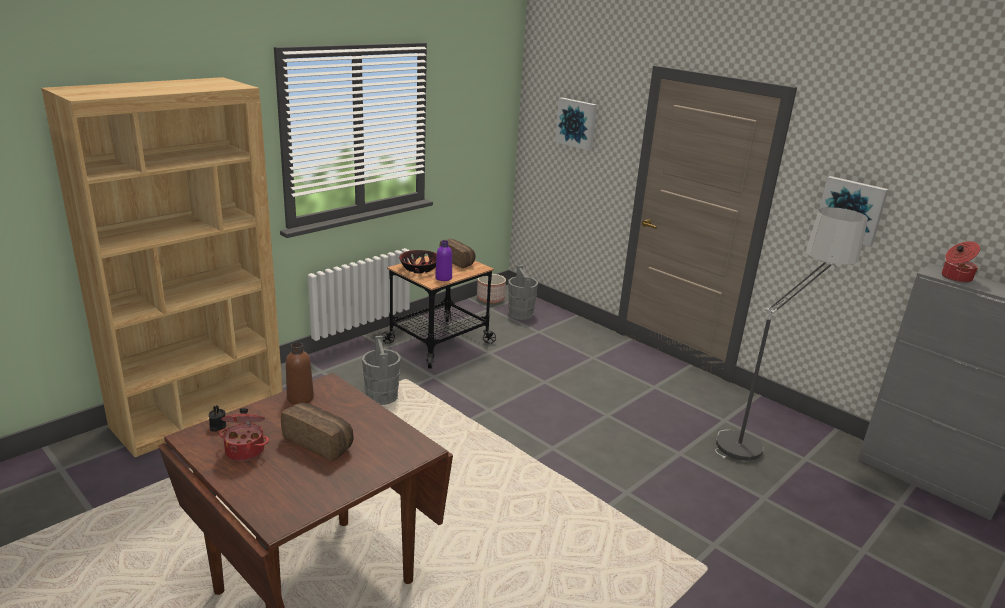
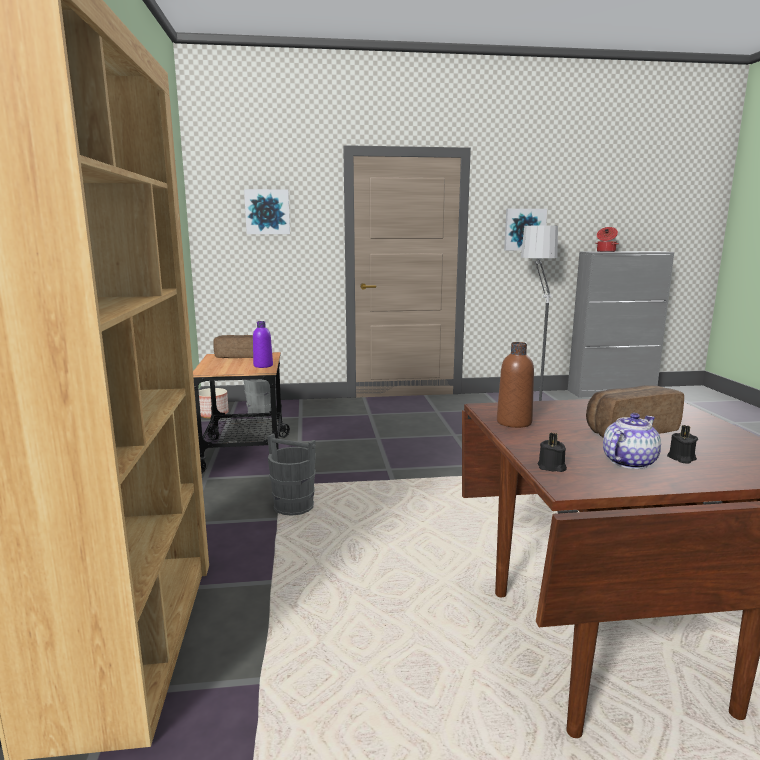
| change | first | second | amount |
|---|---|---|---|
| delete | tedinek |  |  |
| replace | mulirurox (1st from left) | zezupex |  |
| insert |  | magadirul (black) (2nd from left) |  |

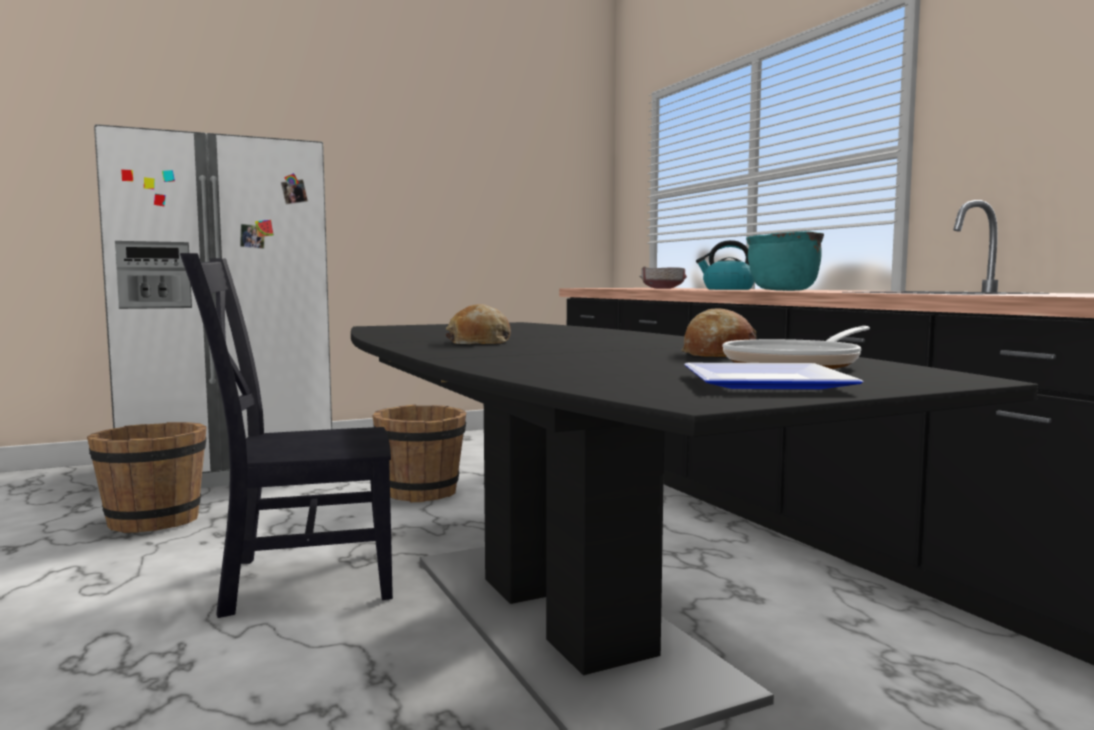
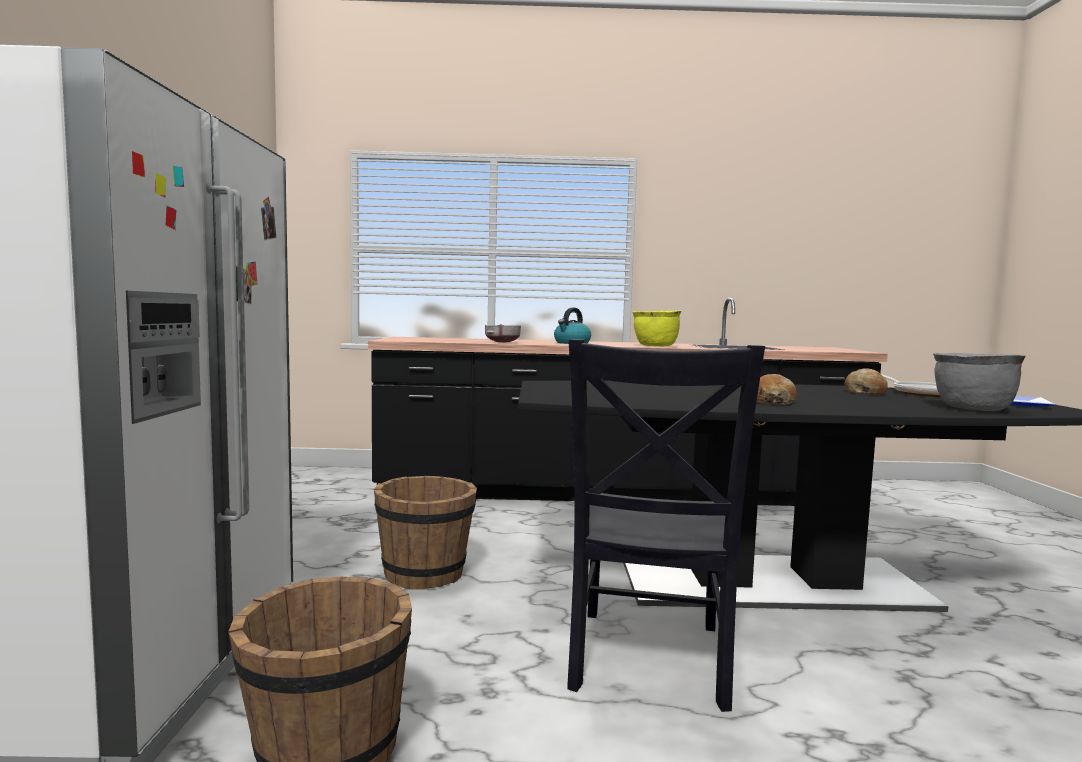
| change | first | second | amount |
|---|---|---|---|
| recolor | mulirurox (turquoise) | mulirurox (yellow) |  |
| insert |  | mulirurox (grey) |  |

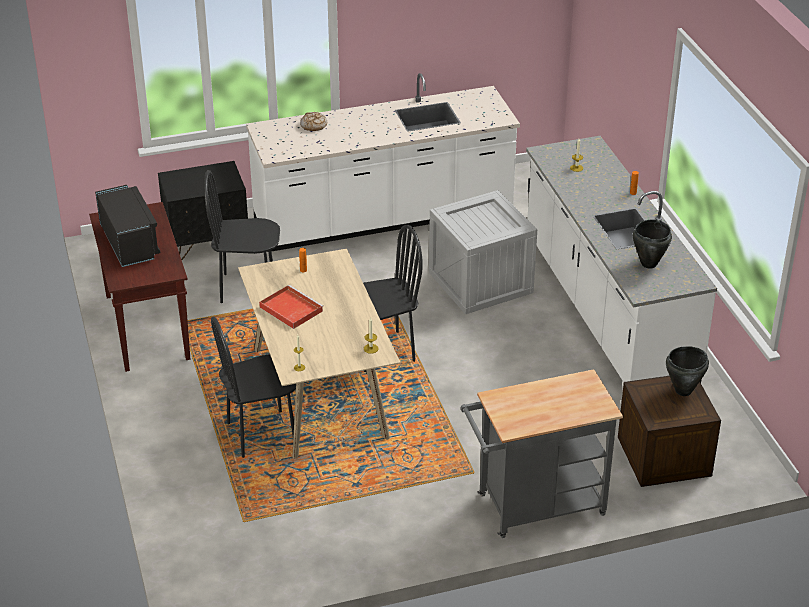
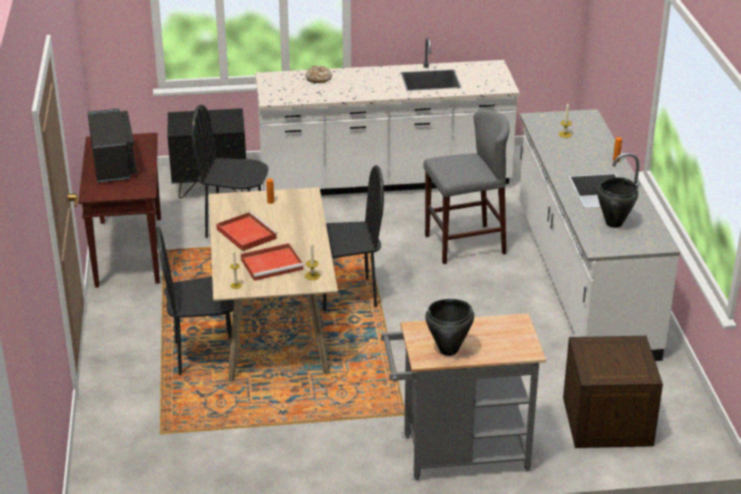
| change | first | second | amount |
|---|---|---|---|
| replace | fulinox (1st from left) | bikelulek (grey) |  |
| move | mulirurox (black) (2nd from left in the first image) | mulirurox (black) (1st from left) |  |
| insert |  | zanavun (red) (2nd from left) |  |

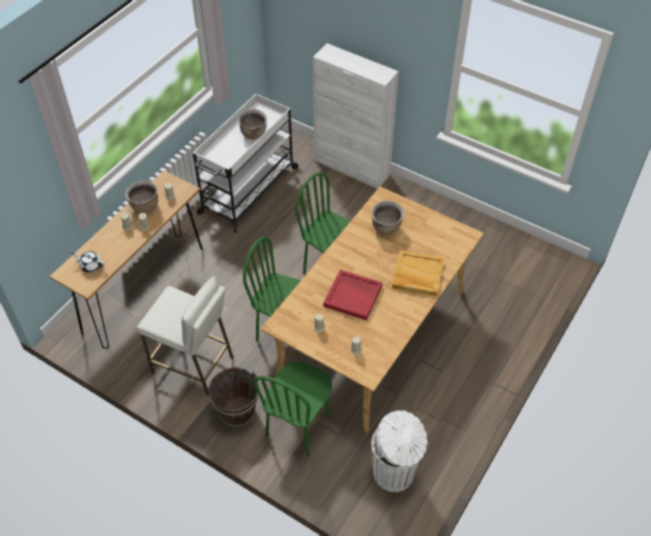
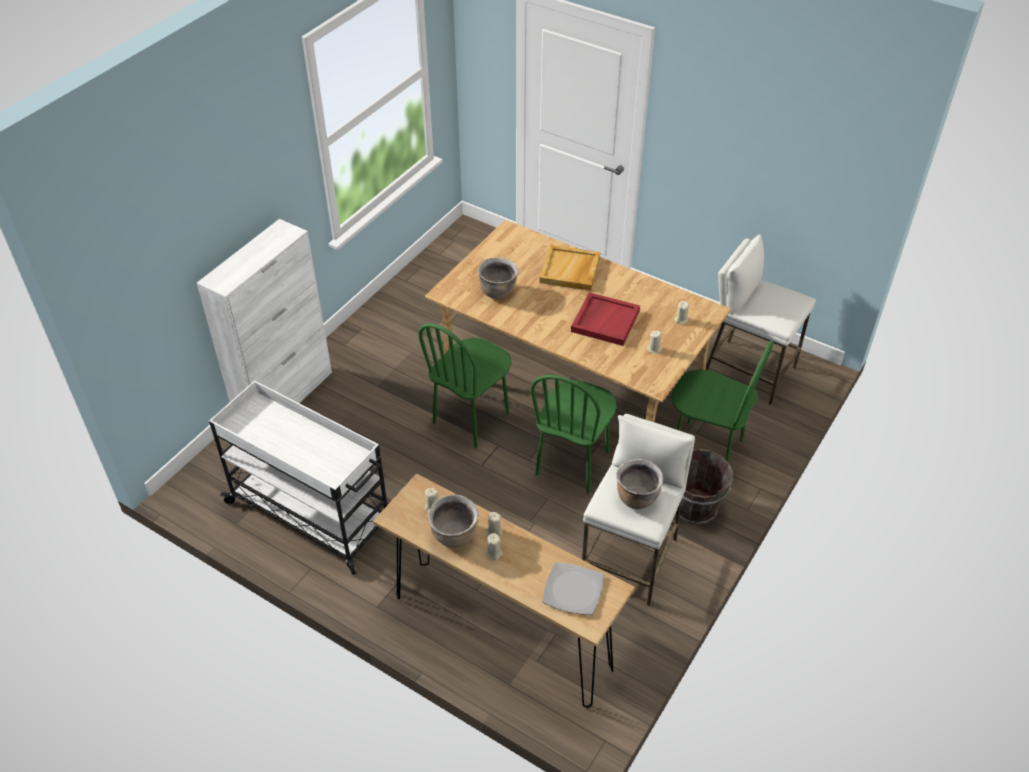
| change | first | second | amount |
|---|---|---|---|
| move | mulirurox (brown) (2nd from left in the first image) | mulirurox (brown) (3rd from left) |  |
| replace | zezupex (white) | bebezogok |  |
| replace | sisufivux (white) | bikelulek (white) (2nd from left) |  |

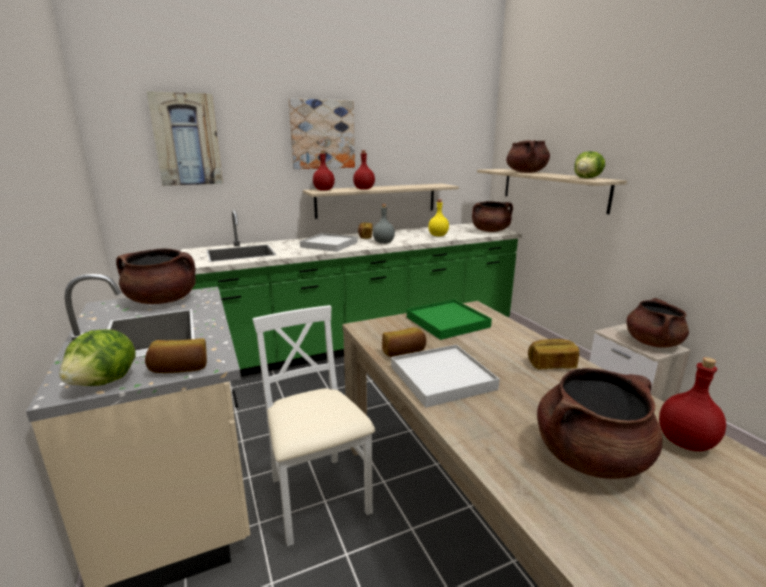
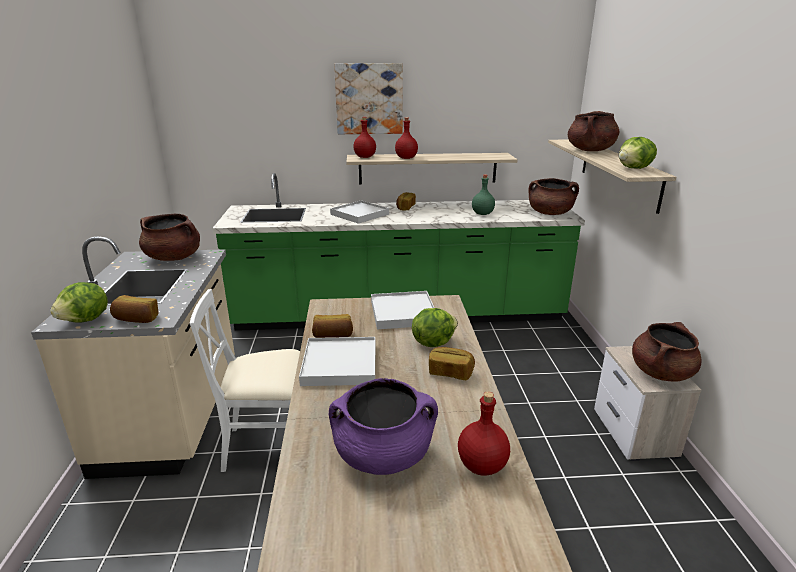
| change | first | second | amount |
|---|---|---|---|
| delete | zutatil (1st from left) |  |  |
| recolor | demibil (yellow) | demibil (green) |  |
| delete | demibil (grey) |  |  |
| recolor | zanavun (green) | zanavun (white) (3rd from left) |  |
| rotate | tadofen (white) |  | 90 degrees counterclockwise |
| recolor | mulirurox (brown) (4th from left) | mulirurox (purple) |  |
| insert |  | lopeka (2nd from left) |  |

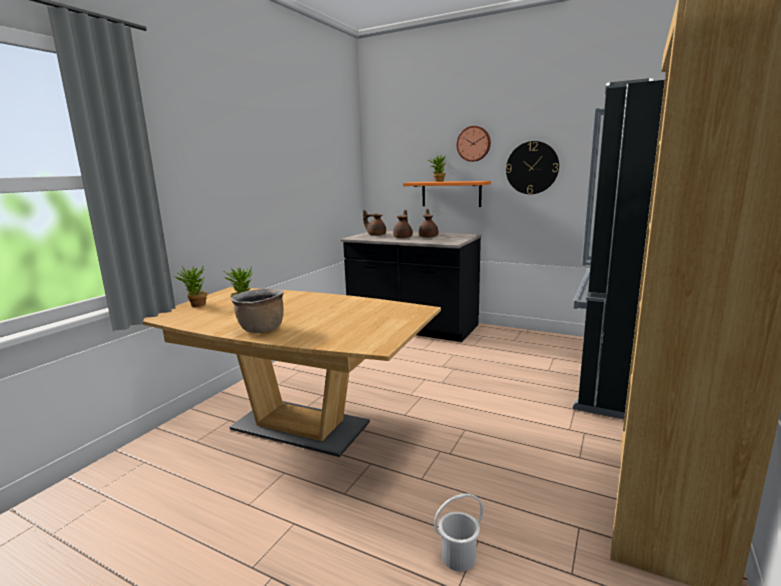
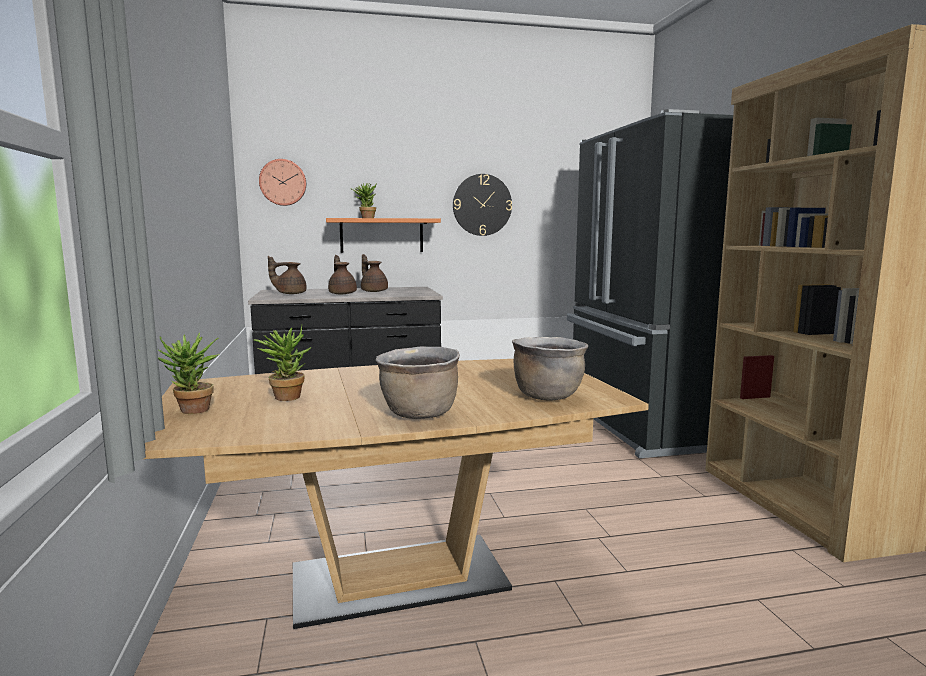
| change | first | second | amount |
|---|---|---|---|
| move | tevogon (1st from left) |  |  |
| delete | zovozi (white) |  |  |
| insert |  | mulirurox (brown) (2nd from left) |  |

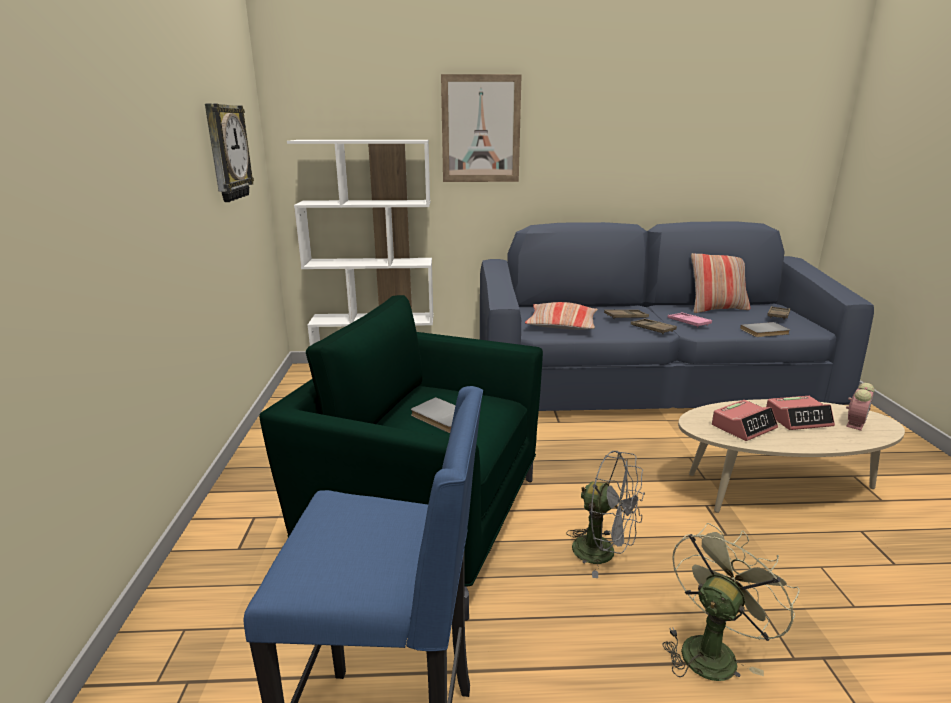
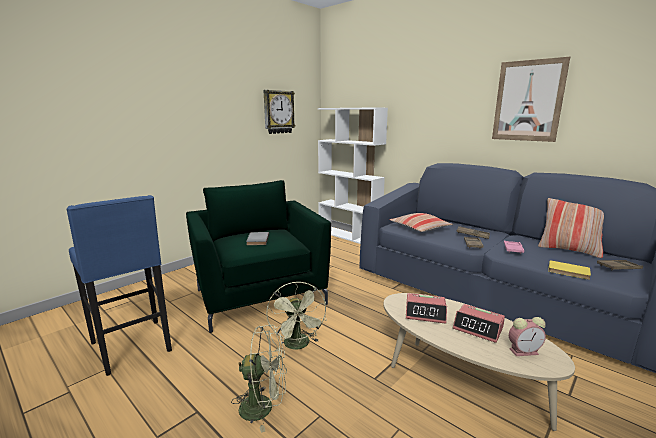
| change | first | second | amount |
|---|---|---|---|
| move | zutatil |  |  |
| recolor | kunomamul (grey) (2nd from left) | kunomamul (yellow) |  |
| recolor | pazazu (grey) | pazazu (green) (2nd from left) |  |

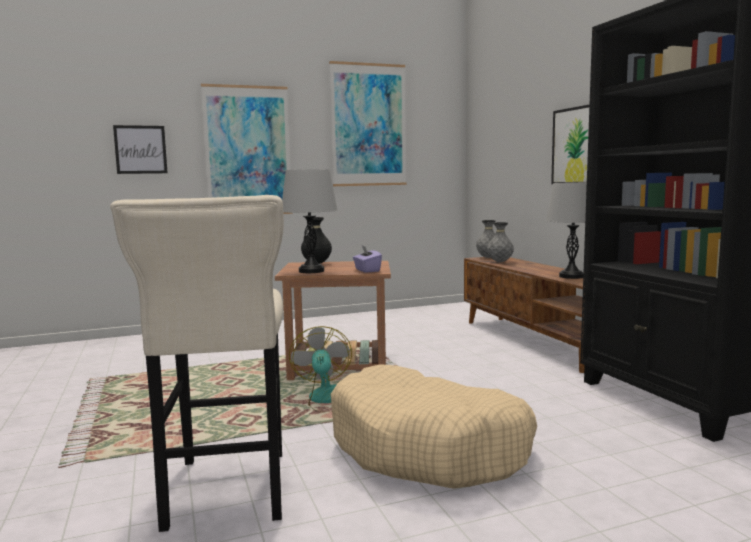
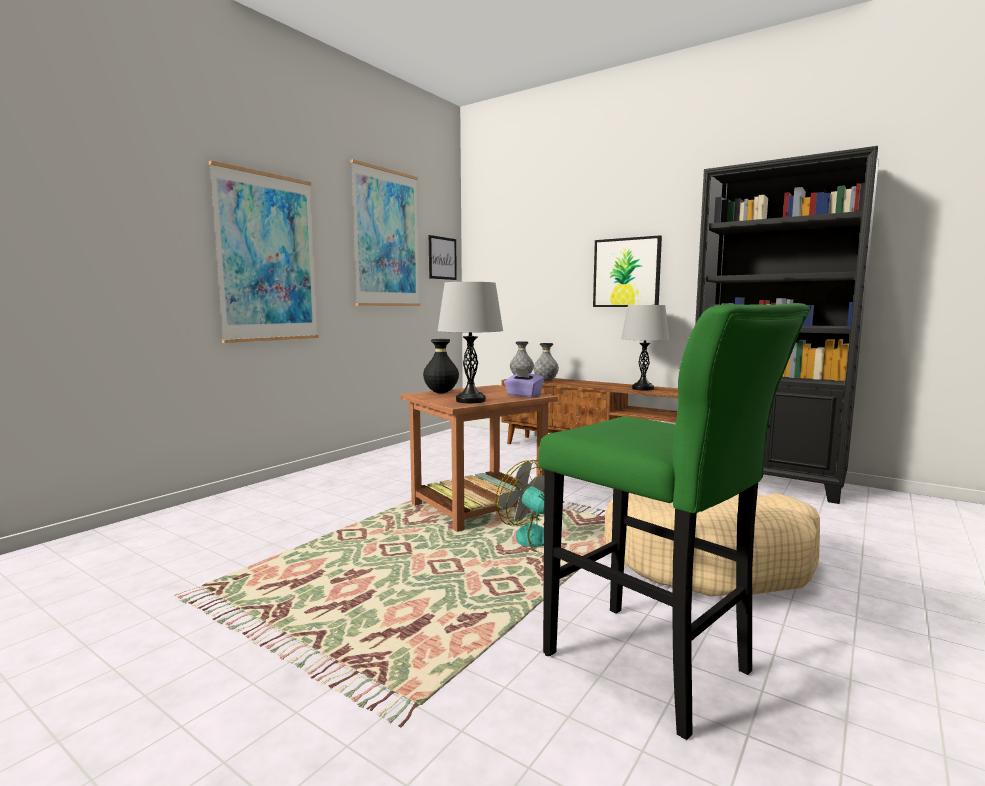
| change | first | second | amount |
|---|---|---|---|
| move | zutatil (1st from left in the first image) | zutatil (3rd from left) |  |
| recolor | bikelulek (beige) | bikelulek (green) |  |

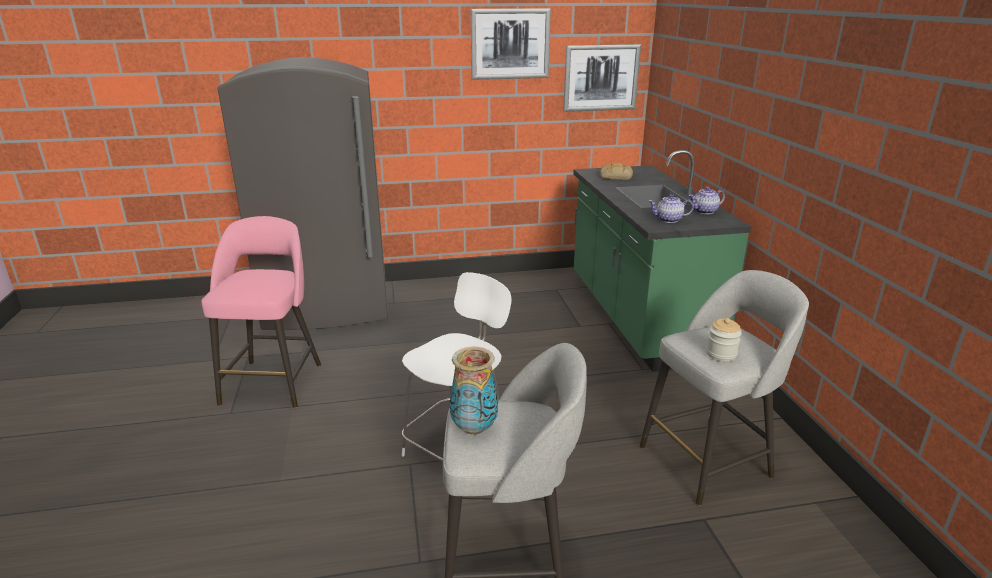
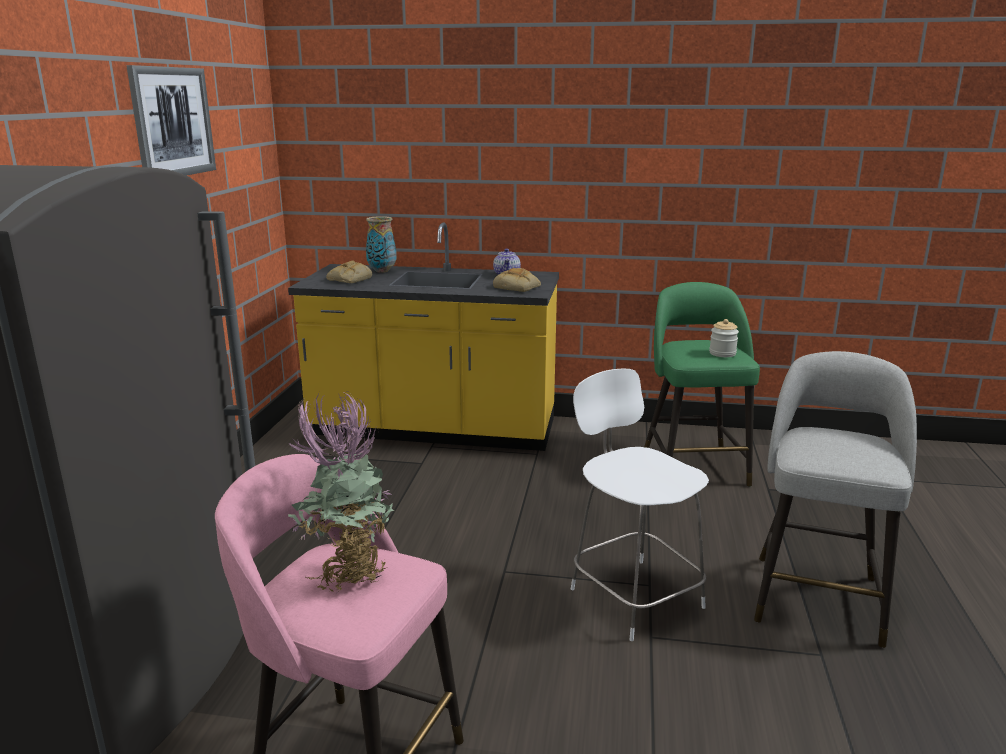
| change | first | second | amount |
|---|---|---|---|
| delete | zutatil (2nd from left) |  |  |
| recolor | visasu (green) | visasu (yellow) |  |
| replace | zezupex (1st from left) | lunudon (2nd from left) |  |
| recolor | bikelulek (grey) (2nd from left) | bikelulek (green) |  |
| move | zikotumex |  |  |
| insert |  | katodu |  |

